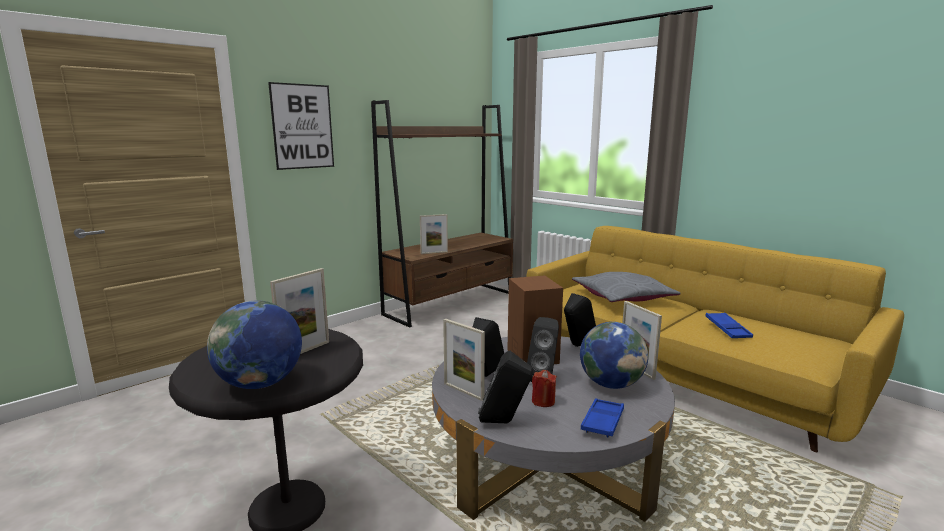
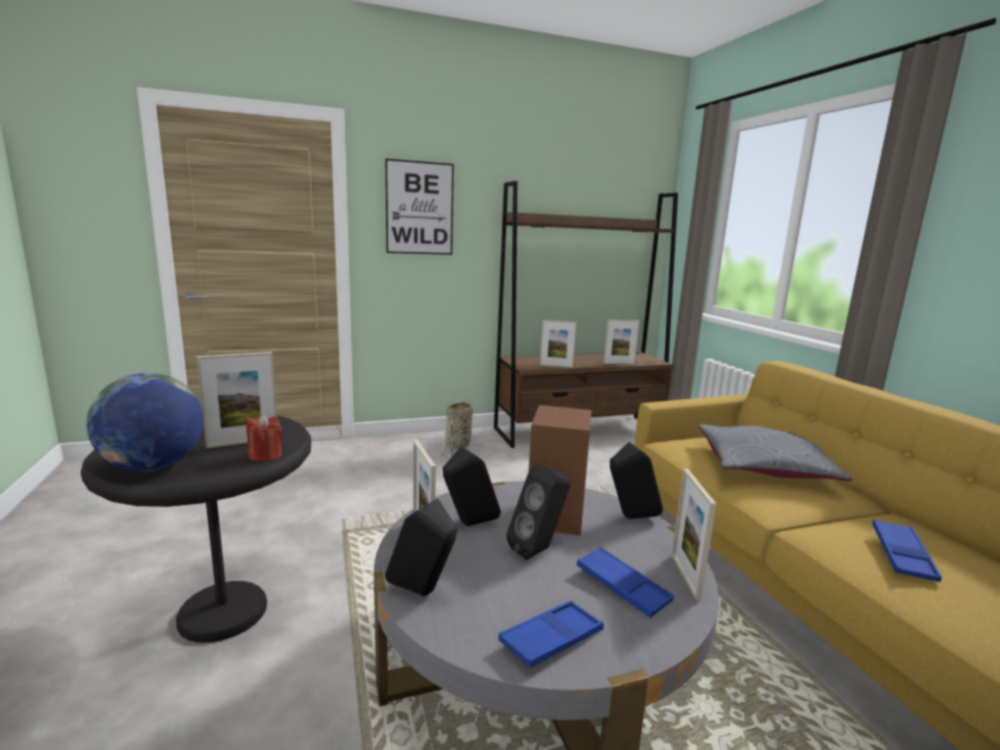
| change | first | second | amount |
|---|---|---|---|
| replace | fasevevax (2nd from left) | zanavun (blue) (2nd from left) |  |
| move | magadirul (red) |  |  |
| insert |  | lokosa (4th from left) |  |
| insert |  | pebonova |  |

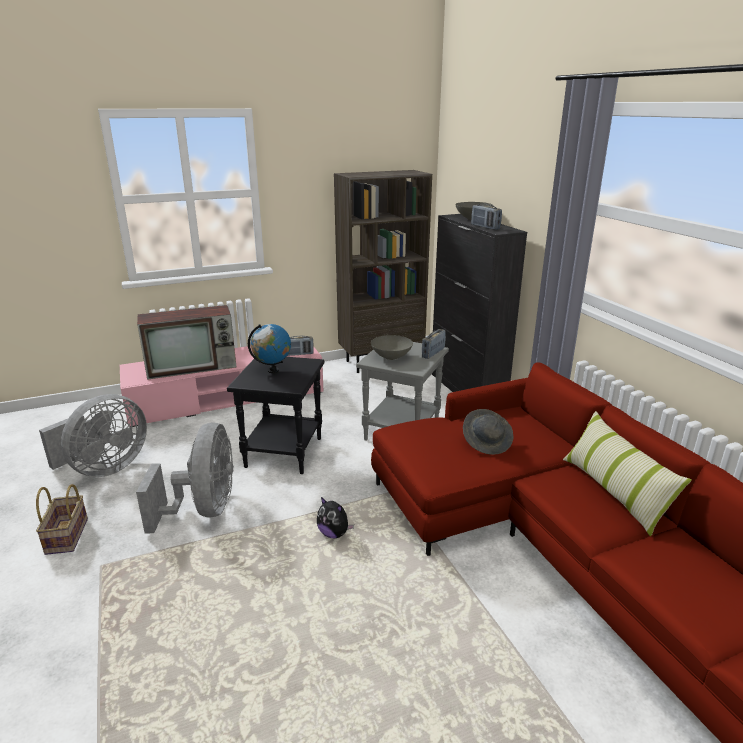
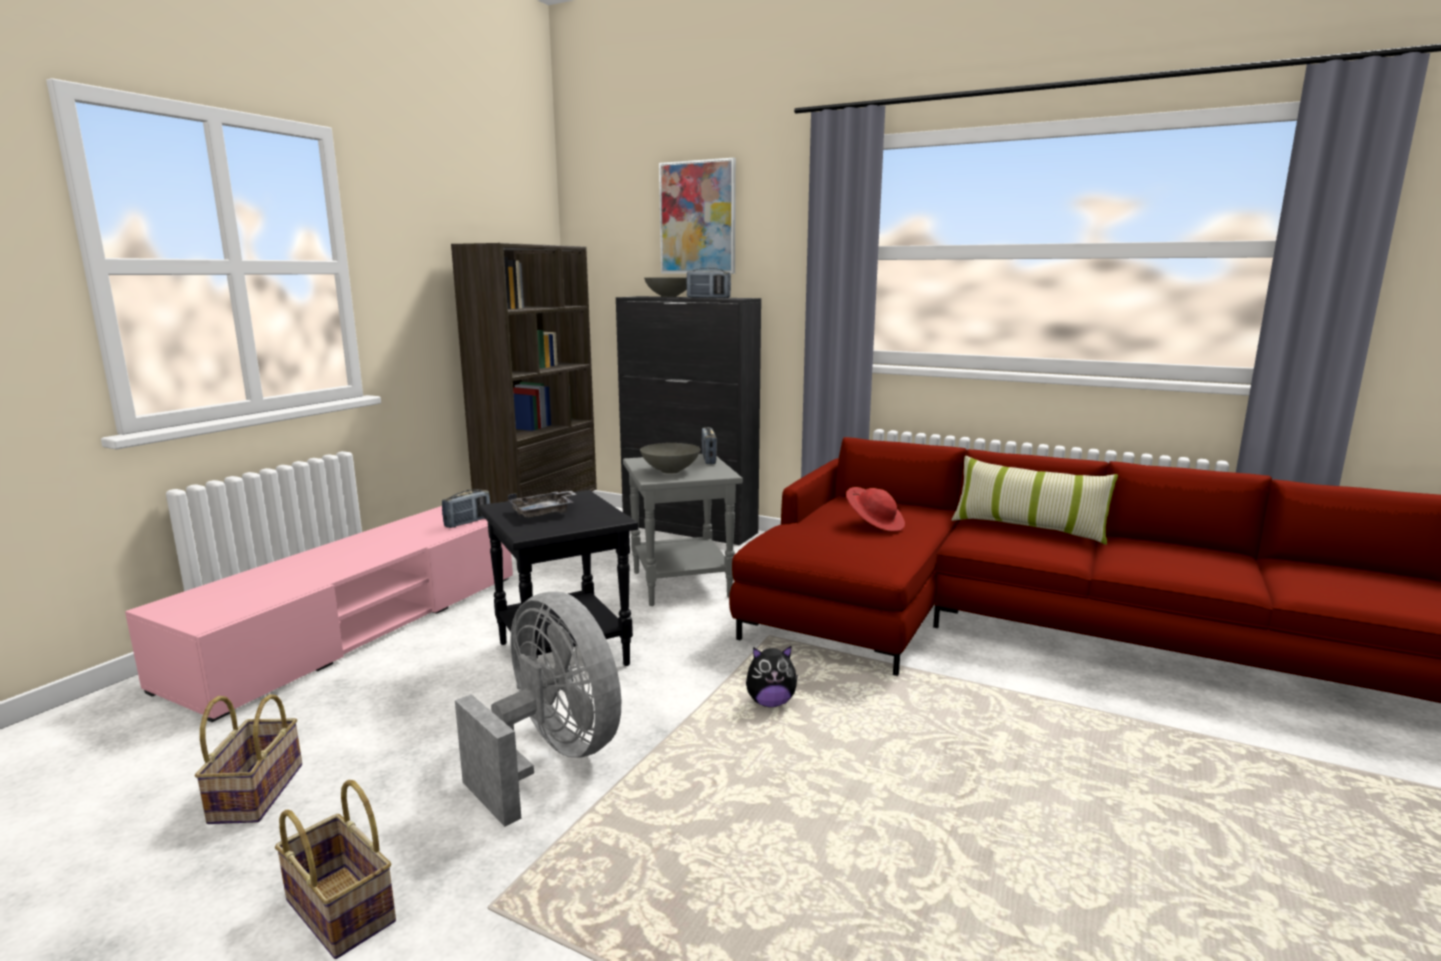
| change | first | second | amount |
|---|---|---|---|
| delete | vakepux |  |  |
| replace | fasevevax | zanavun (grey) |  |
| replace | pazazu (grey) (1st from left) | pebonova (1st from left) |  |
| recolor | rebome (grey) | rebome (red) |  |
| insert |  | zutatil |  |

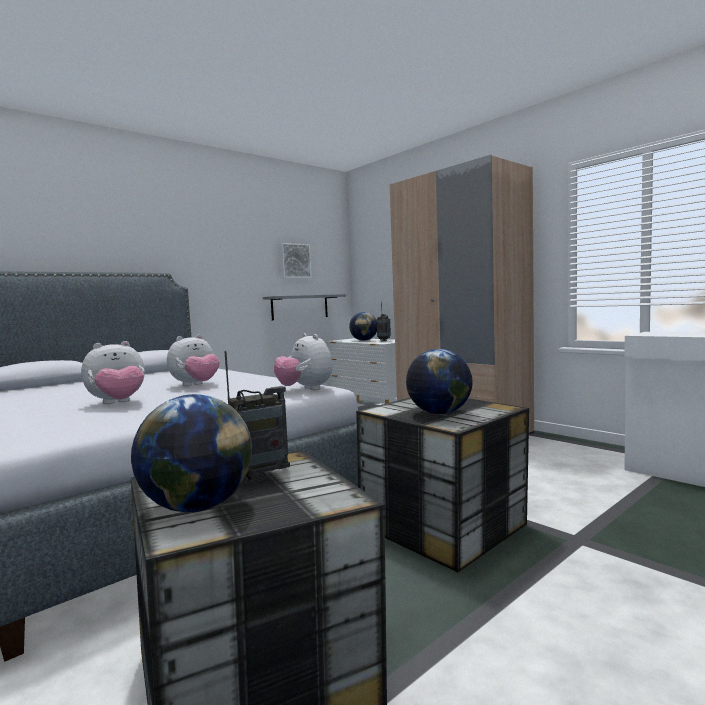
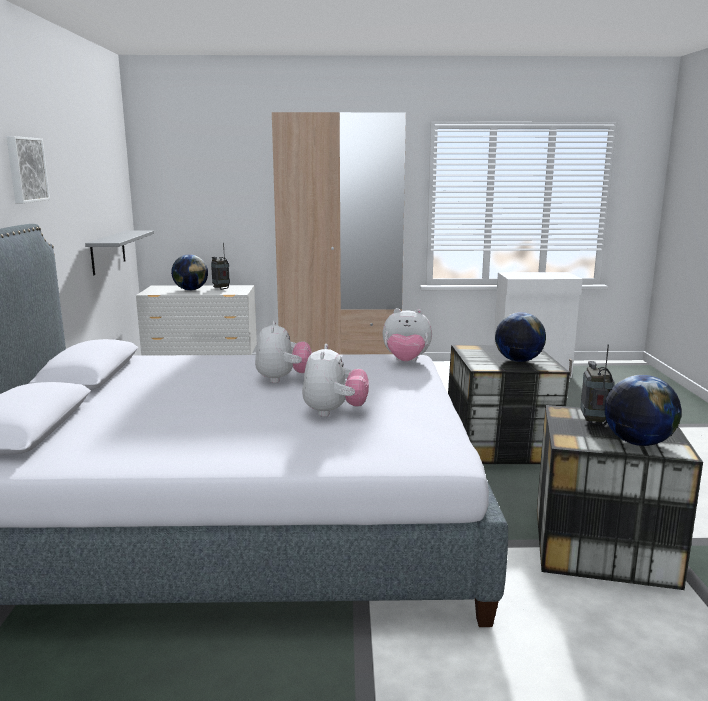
| change | first | second | amount |
|---|---|---|---|
| move | zutatil |  |  |

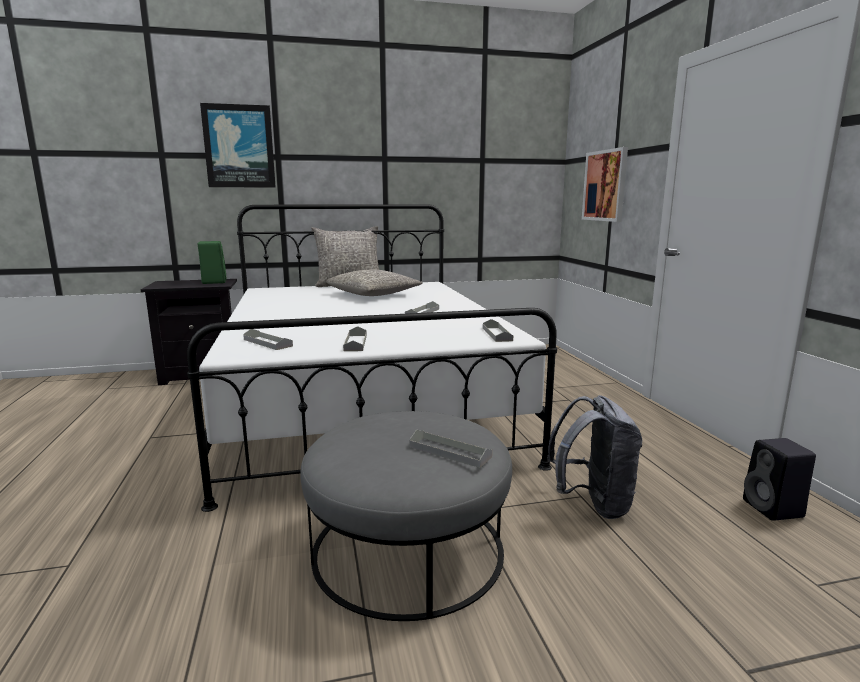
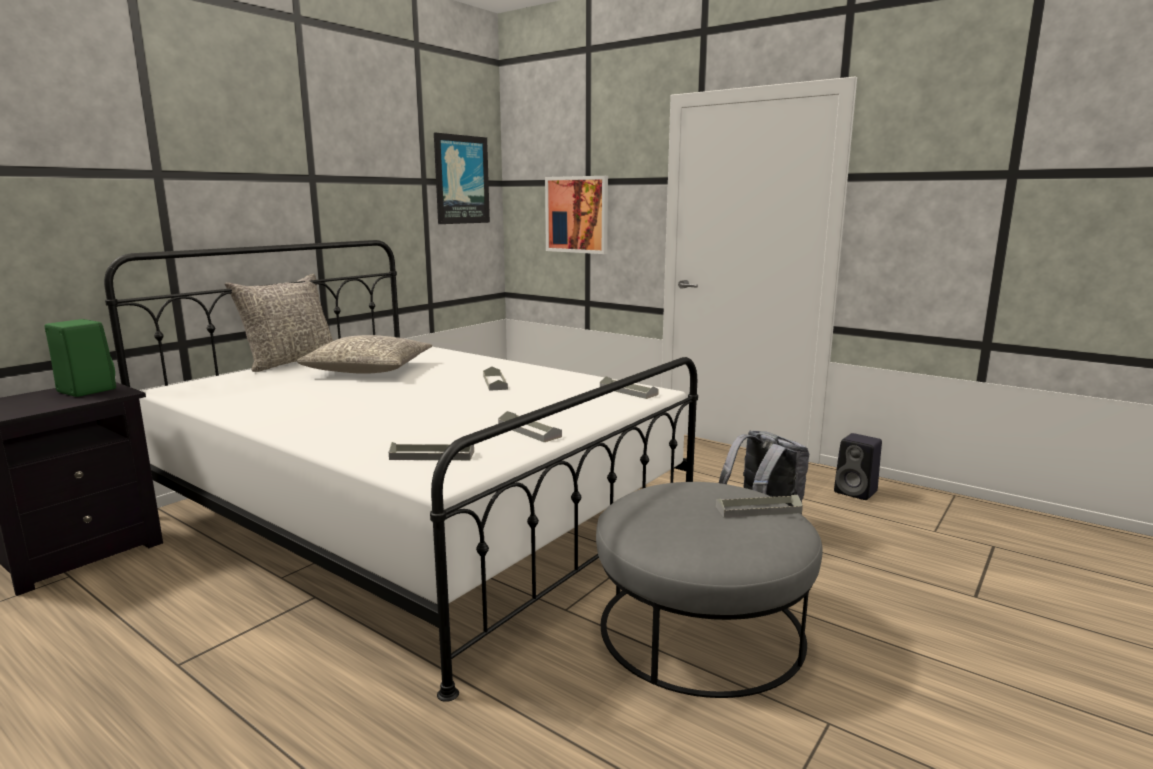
| change | first | second | amount |
|---|---|---|---|
| move | zutatil (1st from left) |  |  |

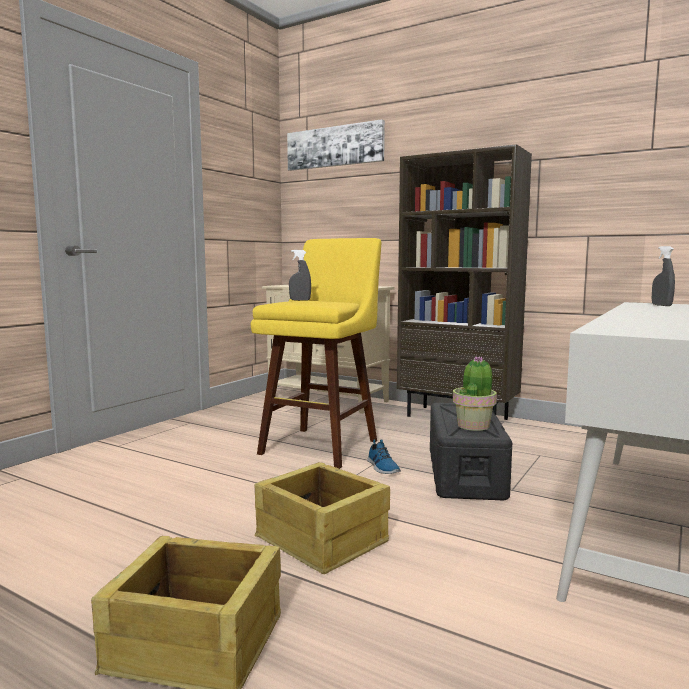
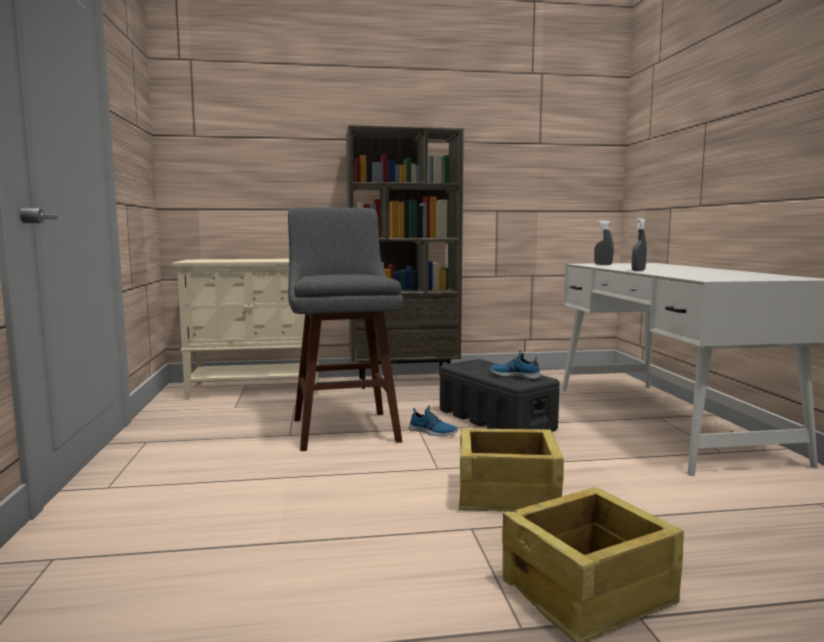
| change | first | second | amount |
|---|---|---|---|
| delete | zutatil |  |  |
| recolor | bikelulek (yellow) | bikelulek (grey) |  |
| move | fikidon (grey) (1st from left in the first image) | fikidon (grey) (2nd from left) |  |
| replace | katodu | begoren (2nd from left) |  |

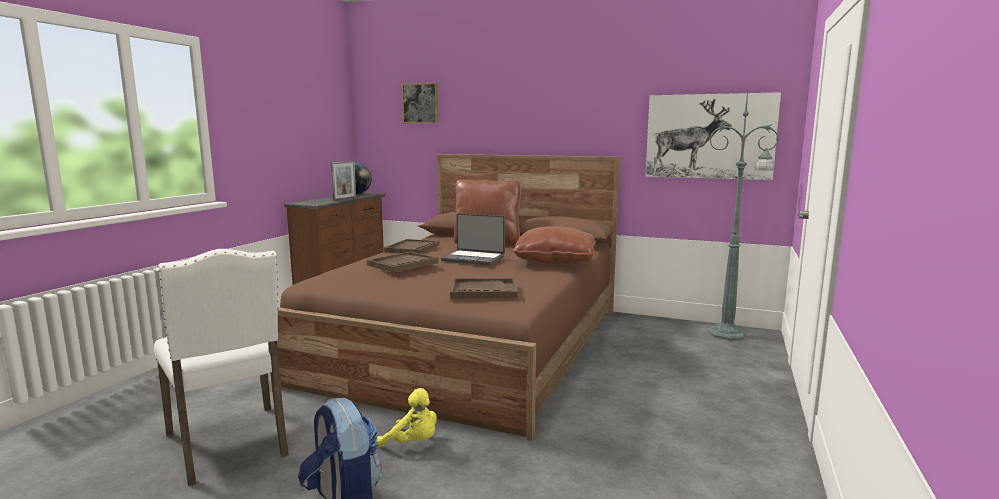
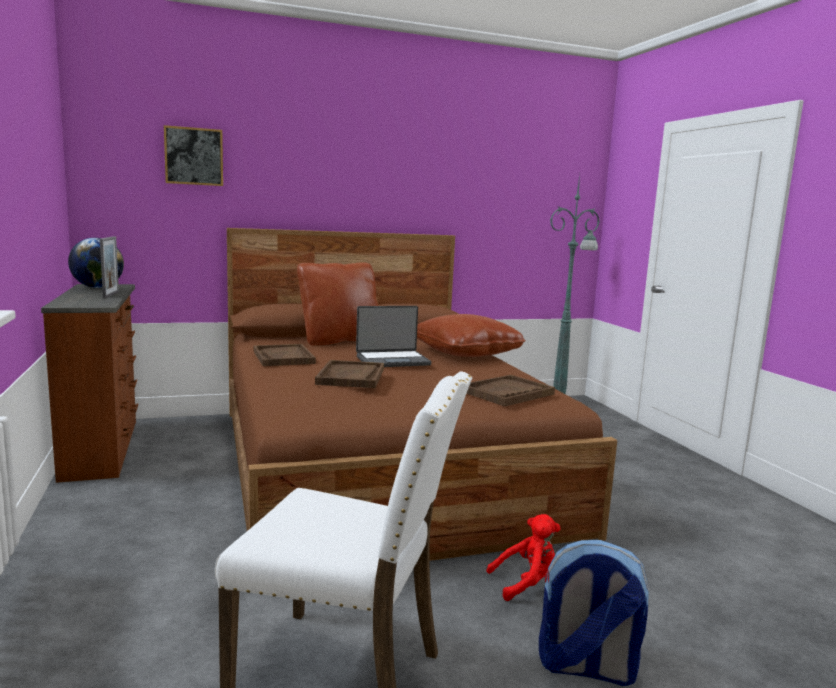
| change | first | second | amount |
|---|---|---|---|
| delete | zutatil (2nd from left) |  |  |
| recolor | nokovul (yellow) | nokovul (red) |  |

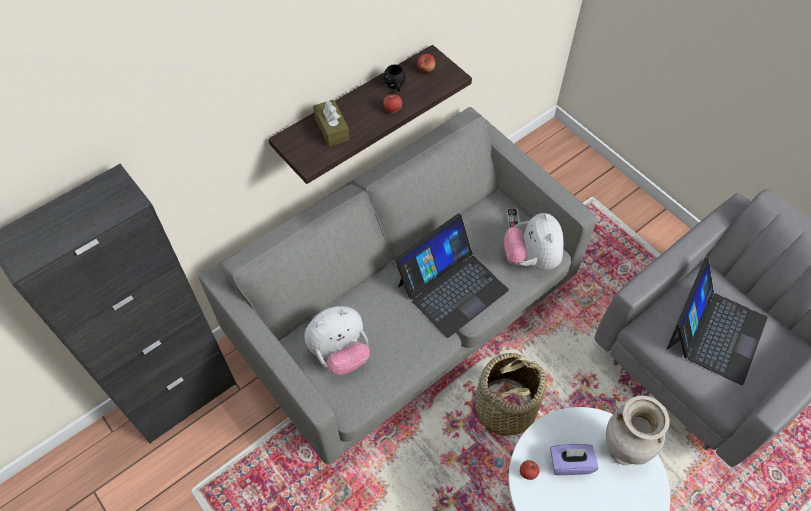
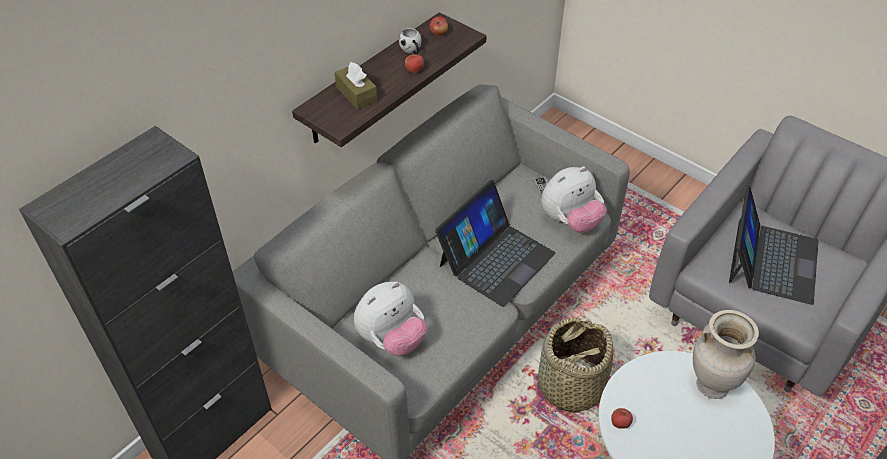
| change | first | second | amount |
|---|---|---|---|
| recolor | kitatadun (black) | kitatadun (white) |  |
| rotate | nokovul (2nd from left) |  | 105 degrees counterclockwise |
| delete | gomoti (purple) |  |  |

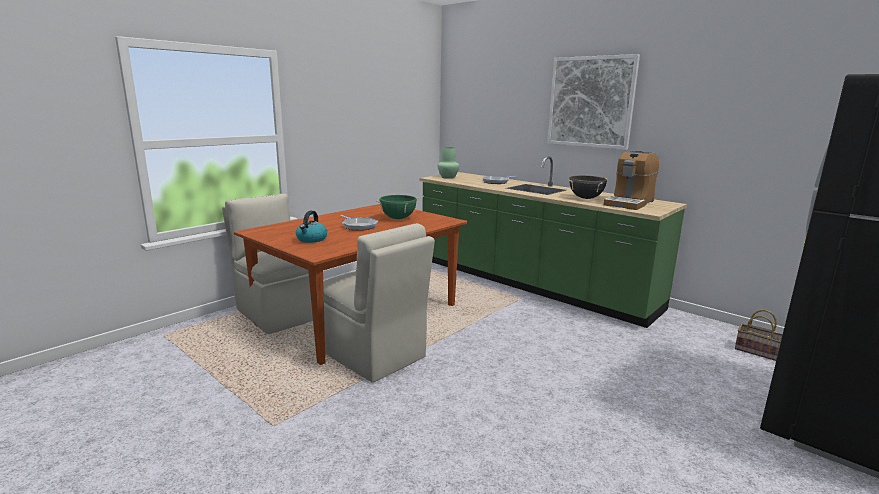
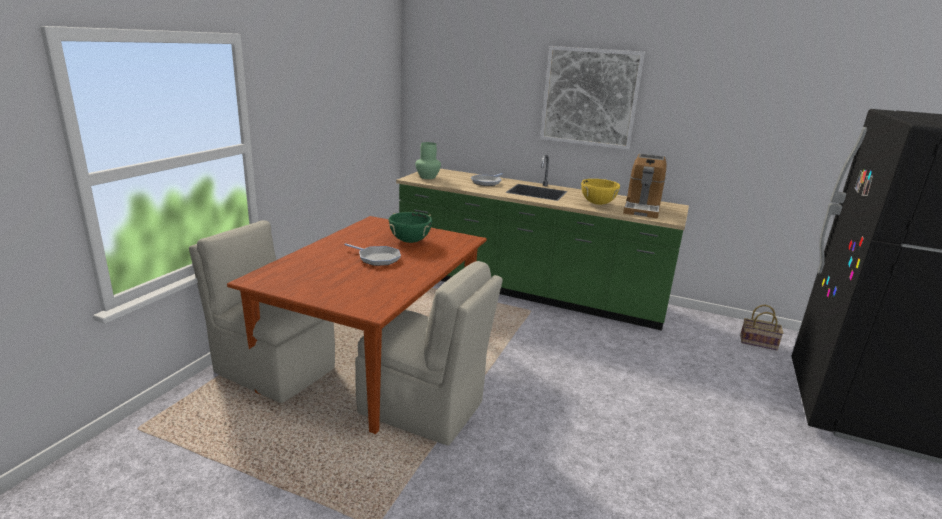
| change | first | second | amount |
|---|---|---|---|
| recolor | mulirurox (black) | mulirurox (yellow) |  |
| delete | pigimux |  |  |

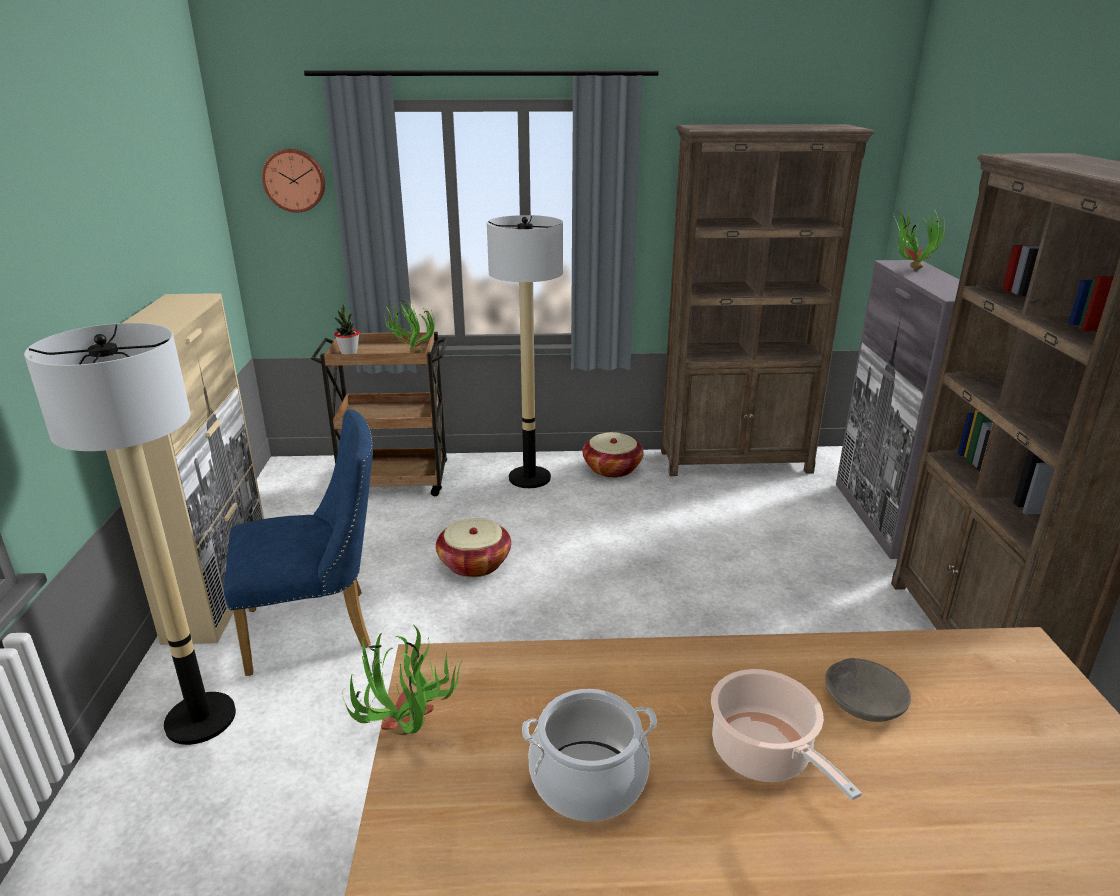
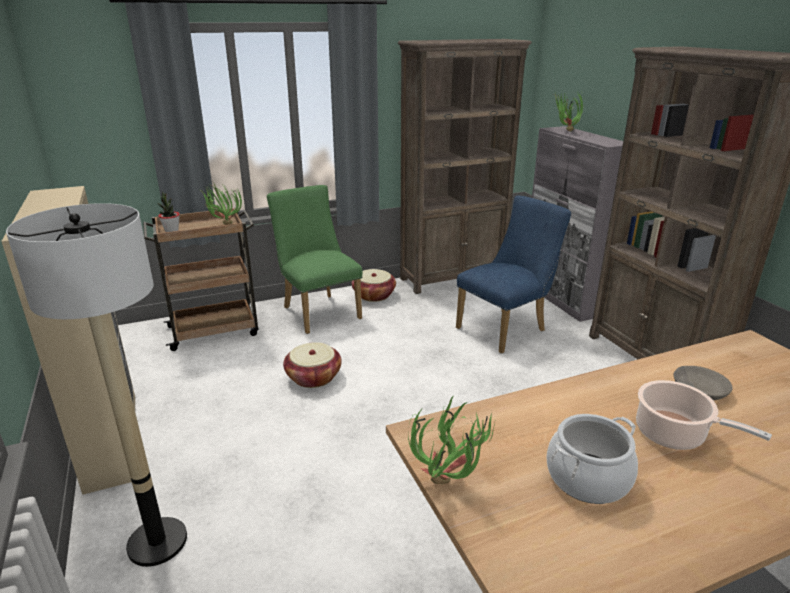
| change | first | second | amount |
|---|---|---|---|
| delete | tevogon |  |  |
| replace | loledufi (2nd from left) | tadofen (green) |  |
| move | tadofen (blue) |  |  |

